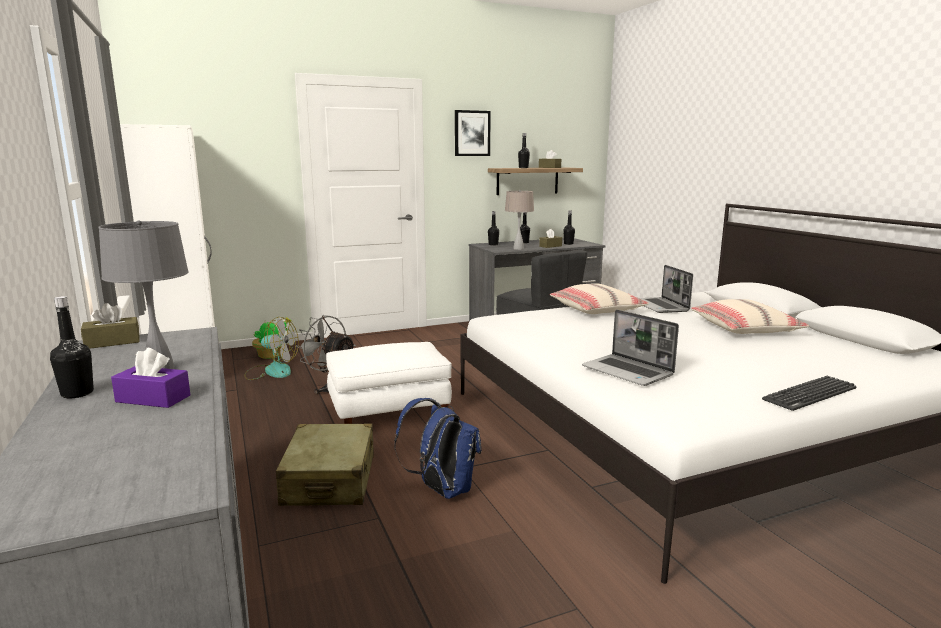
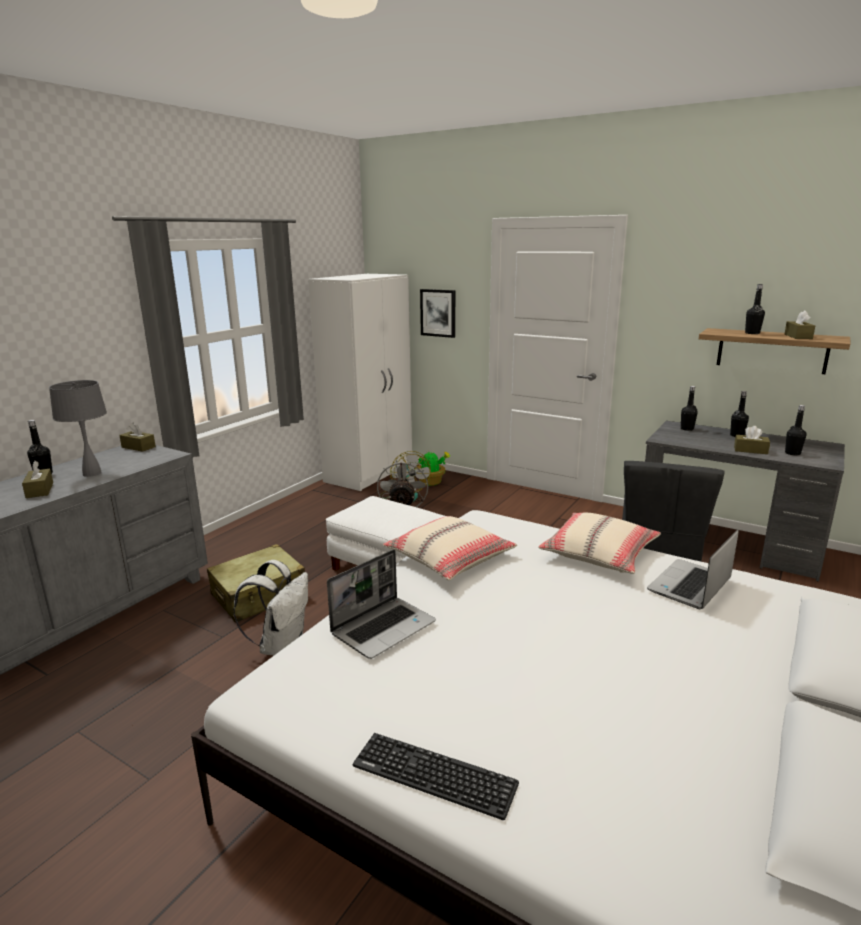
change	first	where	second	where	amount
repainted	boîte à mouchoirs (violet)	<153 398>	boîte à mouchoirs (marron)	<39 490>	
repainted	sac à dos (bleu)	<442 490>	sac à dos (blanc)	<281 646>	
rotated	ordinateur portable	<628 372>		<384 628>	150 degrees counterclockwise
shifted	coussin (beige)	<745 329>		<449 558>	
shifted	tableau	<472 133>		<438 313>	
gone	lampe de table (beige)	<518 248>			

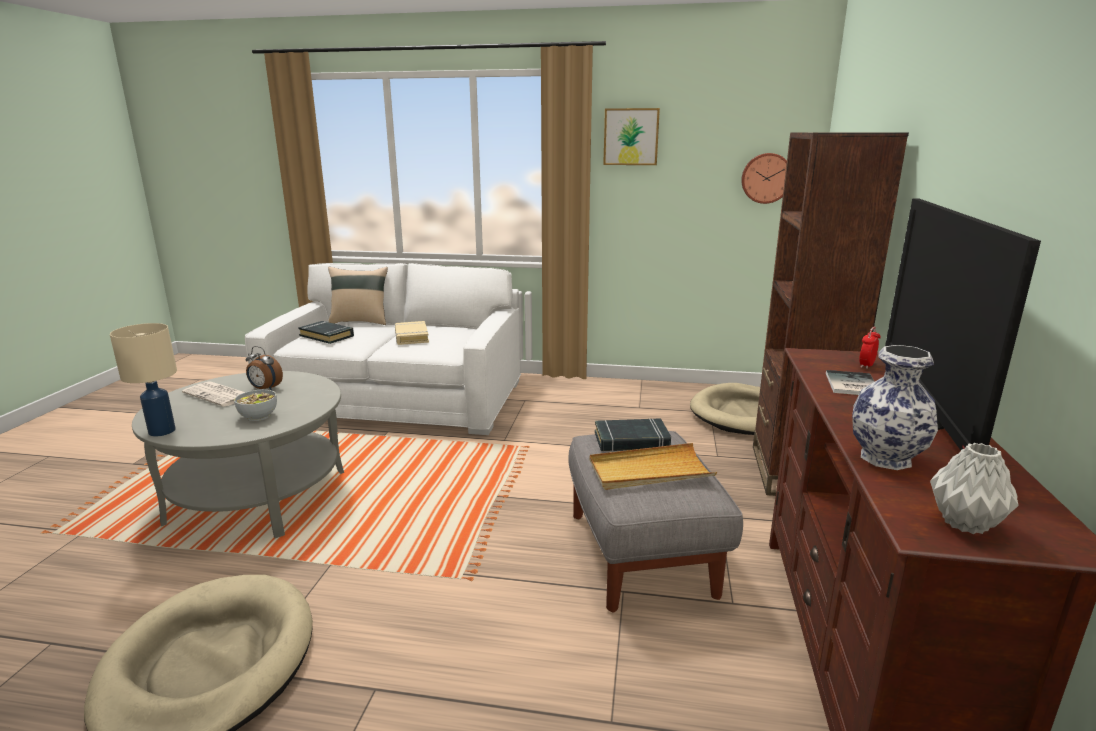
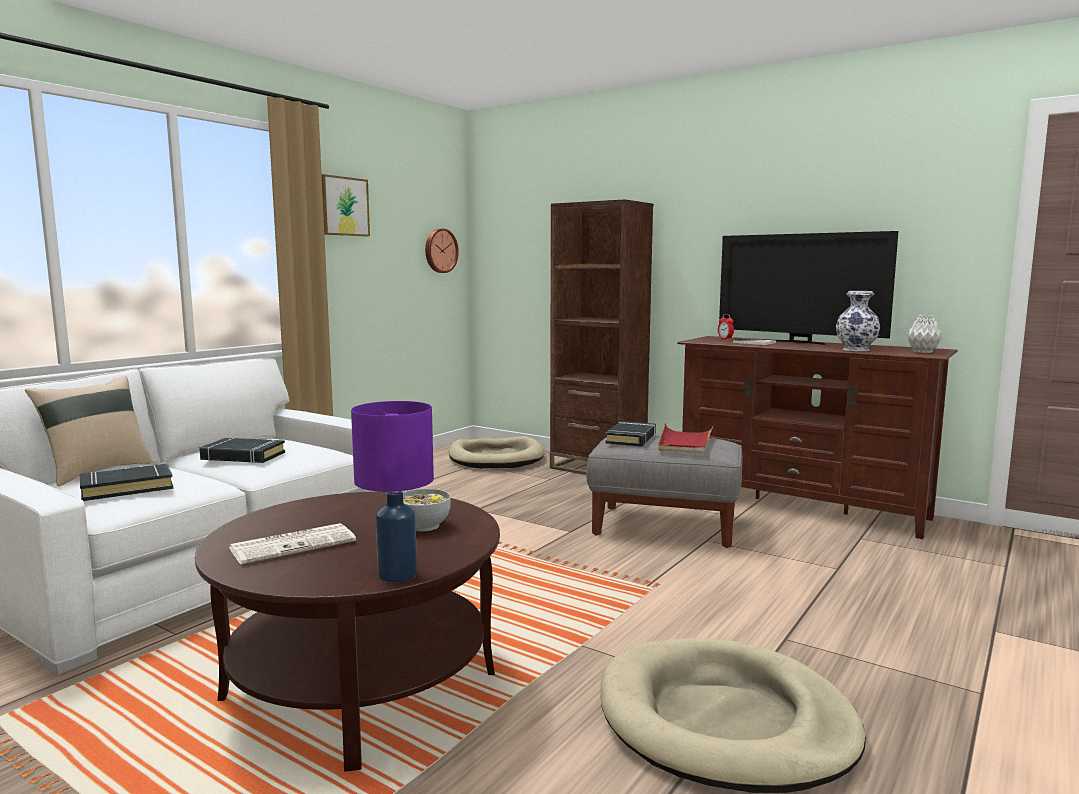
change	first	where	second	where	amount
repainted	table basse (gris)	<258 496>	table basse (marron)	<361 684>	
repainted	livre (beige)	<411 337>	livre (noir)	<243 456>	
repainted	lampe de table (beige)	<163 431>	lampe de table (violet)	<398 574>	
repainted	plateau (beige)	<649 471>	plateau (rouge)	<685 442>	
gone	réveil	<265 389>			

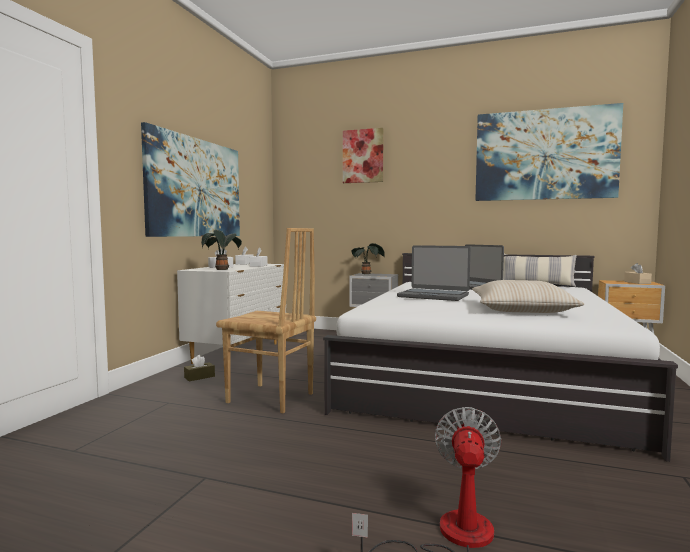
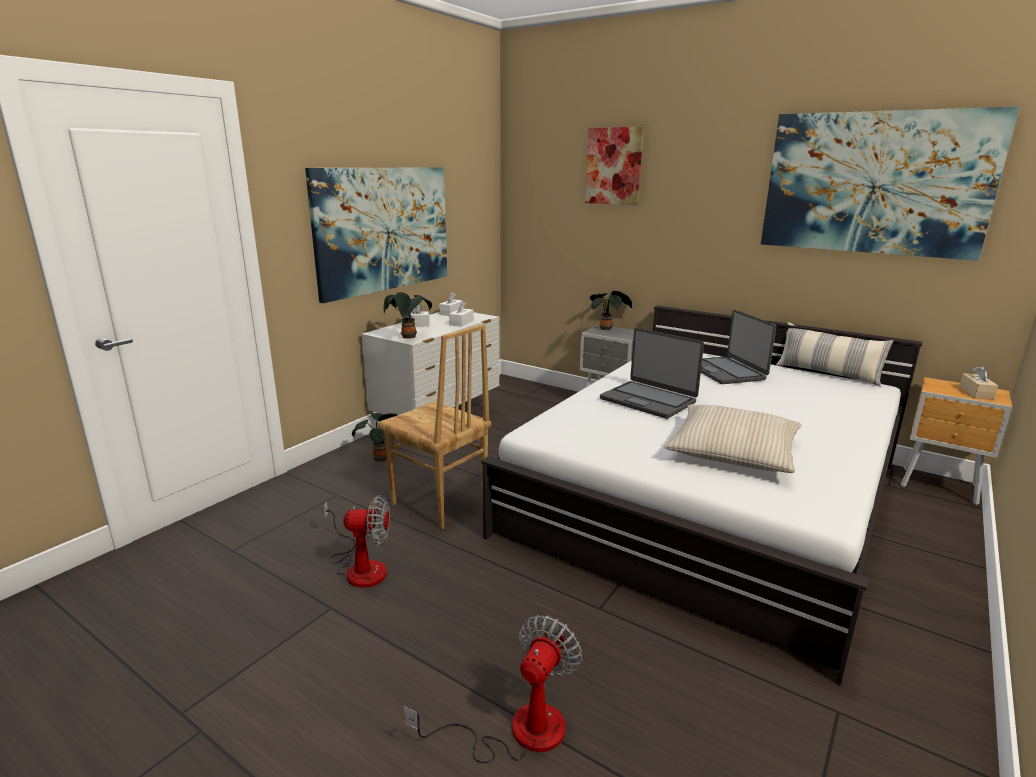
change	first	where	second	where	amount
new			ventilateur	<360 567>	
swapped	boîte à mouchoirs (marron)	<199 377>	plante en pot	<381 458>	

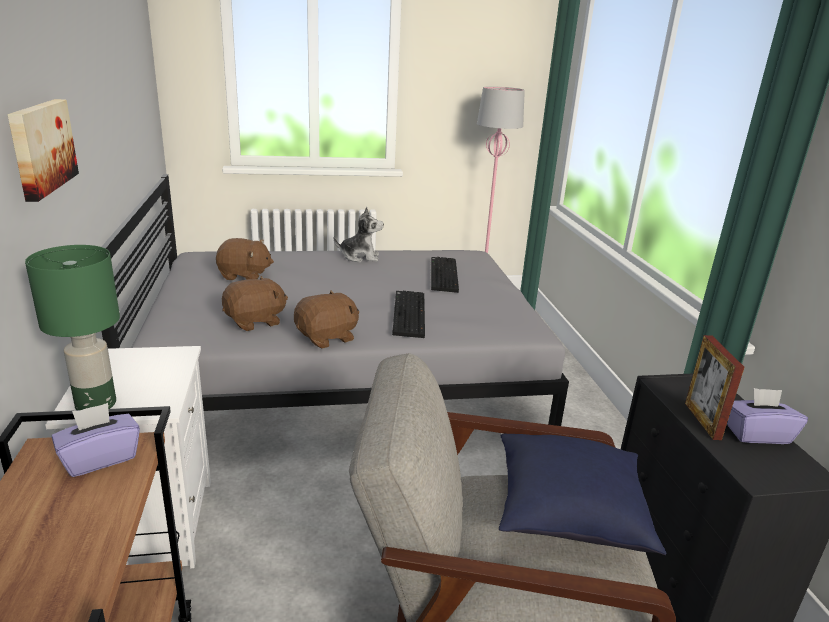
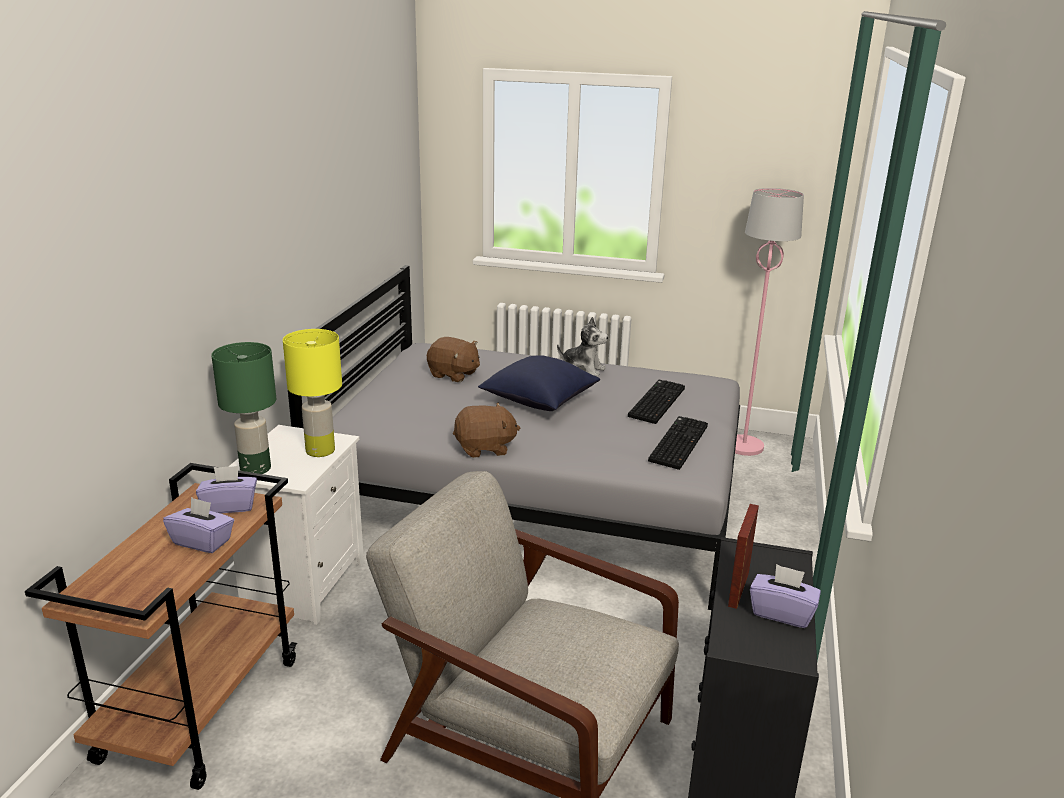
change	first	where	second	where	amount
new			boîte à mouchoirs (violet)	<202 541>	
new			lampe de table (jaune)	<320 451>	
shifted	coussin (bleu)	<568 513>		<539 400>	
shifted	clavier	<407 314>		<677 443>	
gone	tableau	<40 147>			
gone	peluche (marron)	<255 321>			

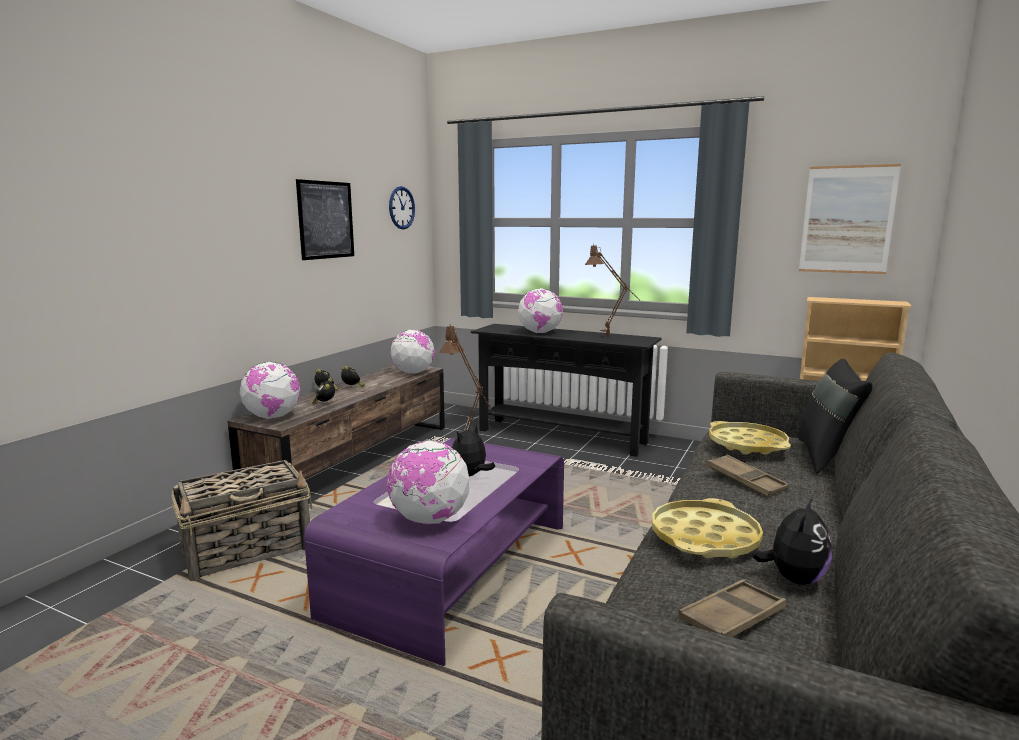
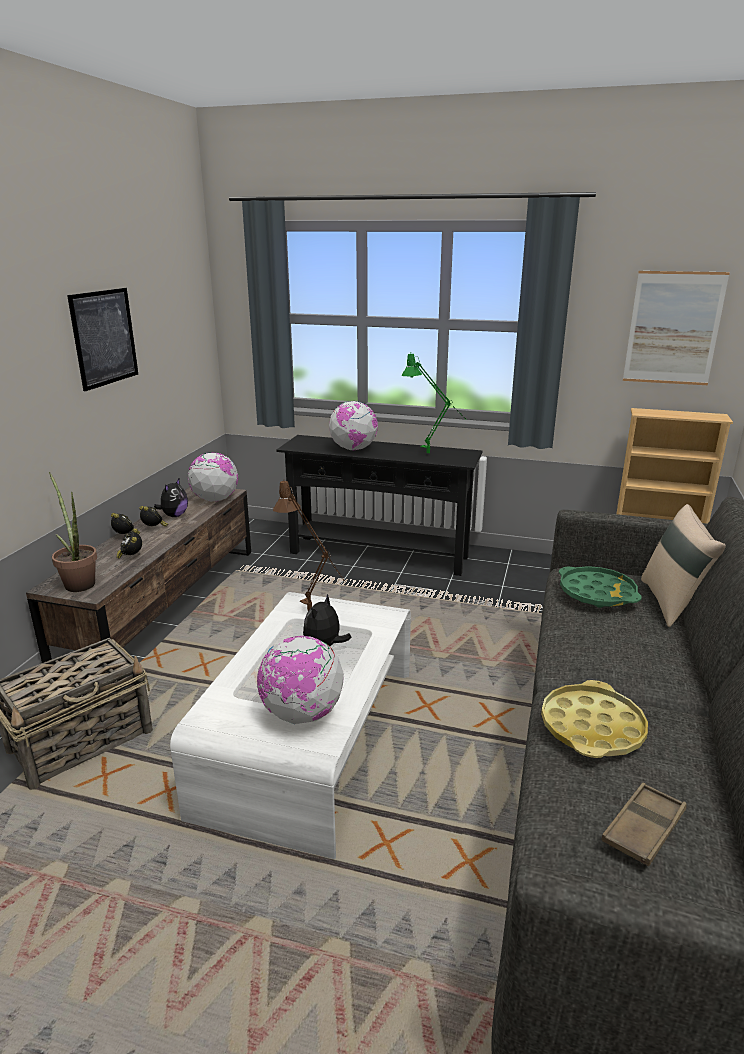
change	first	where	second	where	amount
swapped	globe	<273 417>	plante en pot	<78 582>	
shifted	peluche	<793 578>		<174 515>	
repainted	table basse (violet)	<452 568>	table basse (blanc)	<311 739>	
repainted	lampe de table (marron)	<611 338>	lampe de table (vert)	<432 455>	
repainted	plateau (jaune)	<747 444>	plateau (vert)	<597 593>	
repainted	coussin (noir)	<827 457>	coussin (beige)	<672 603>	
gone	horloge murale	<401 208>			
gone	plateau (marron)	<745 480>			

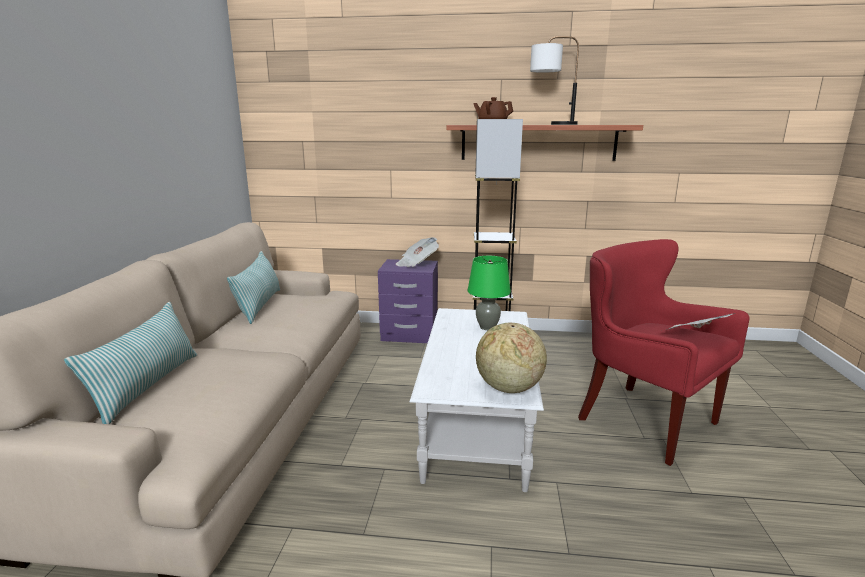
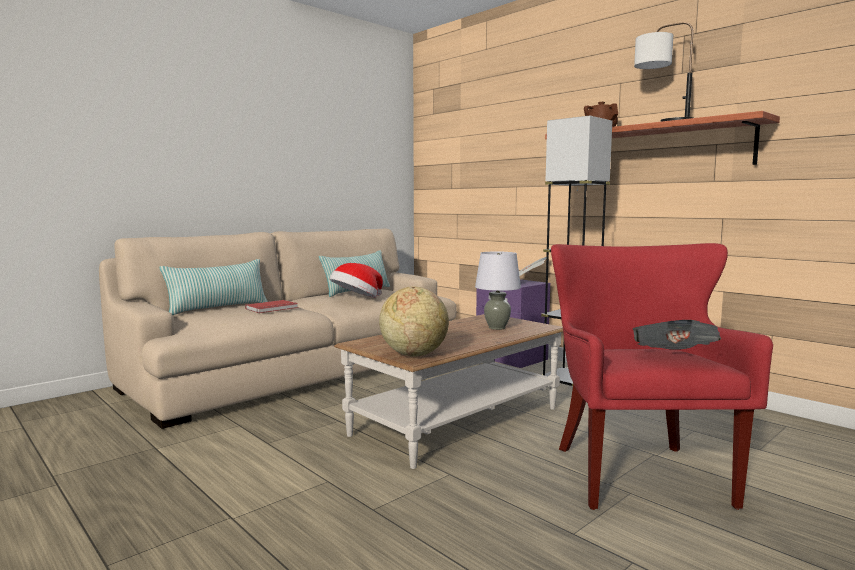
change	first	where	second	where	amount
new			livre (rouge)	<272 308>	
new			chapeau	<356 299>	
repainted	table basse (blanc)	<476 422>	table basse (marron)	<457 421>	
repainted	lampe de table (vert)	<487 327>	lampe de table (gris)	<496 328>	

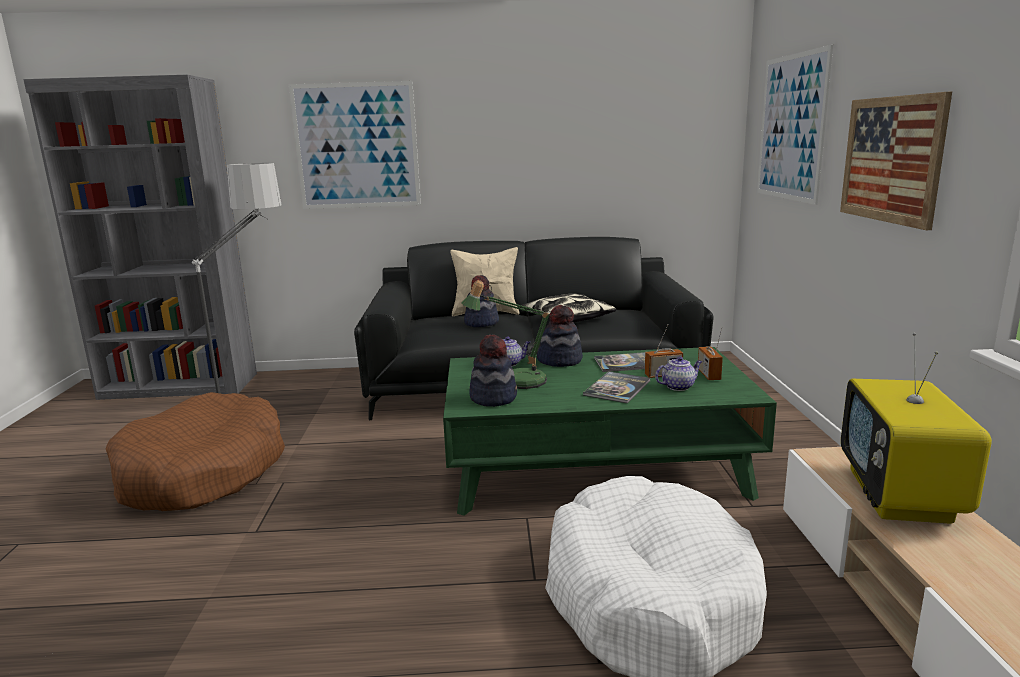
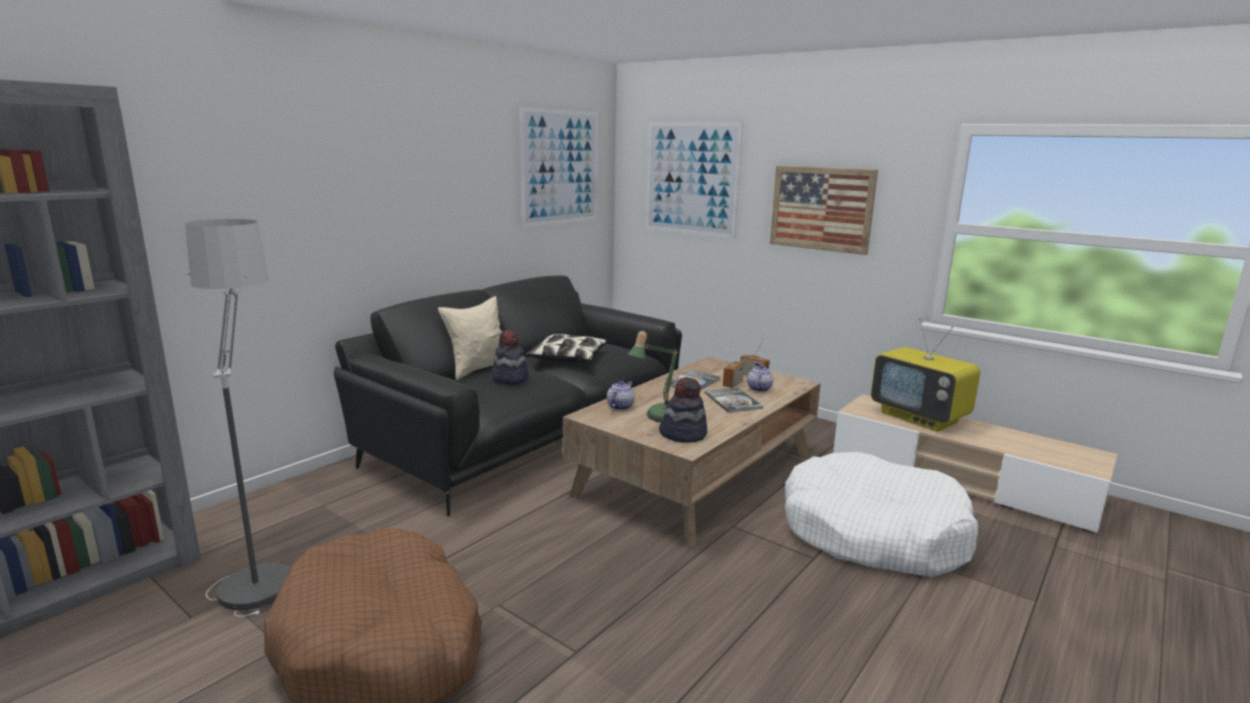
change	first	where	second	where	amount
shifted	tableau	<356 146>		<560 167>	
repainted	table basse (vert)	<596 465>	table basse (marron)	<698 473>	
gone	chapeau	<560 360>			

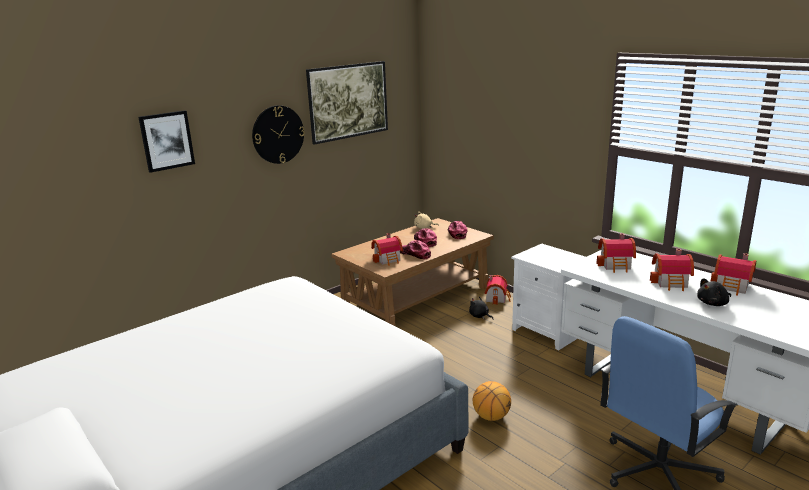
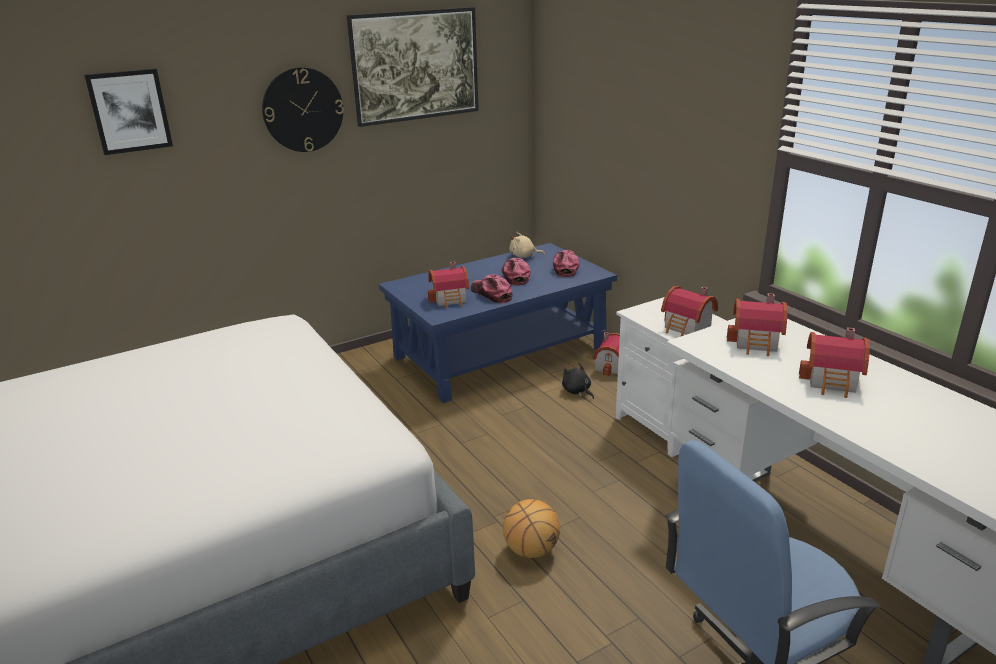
change	first	where	second	where	amount
repainted	table basse (marron)	<416 297>	table basse (bleu)	<499 353>	
shifted	maison miniature	<733 287>		<687 328>	
gone	peluche (noir)	<713 303>			

